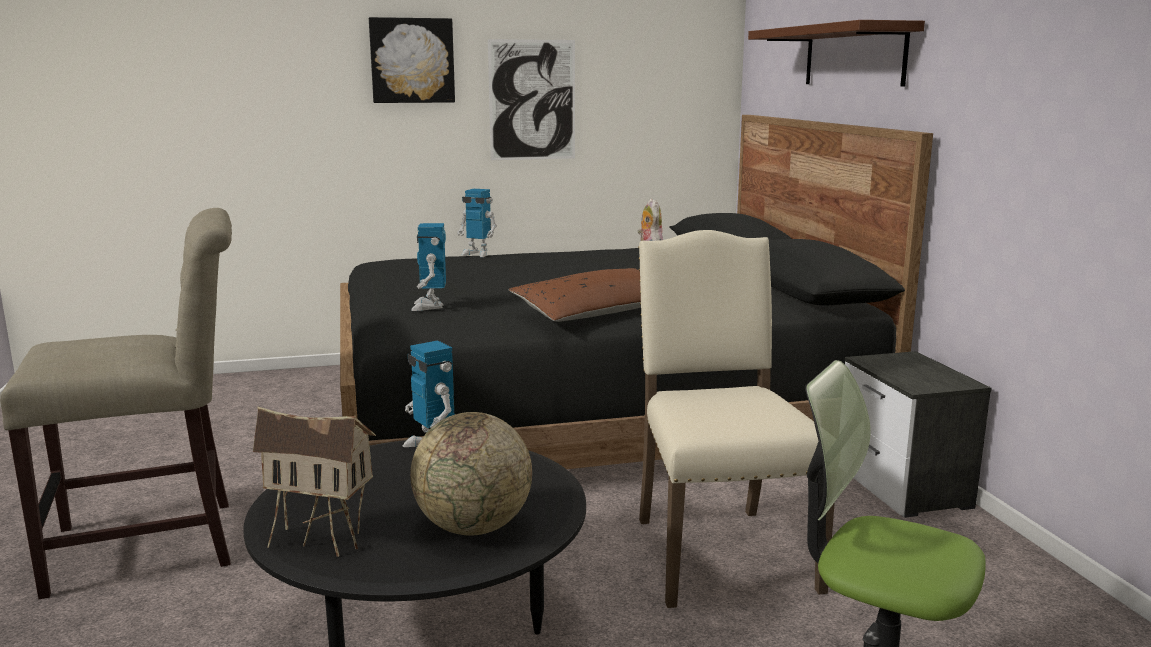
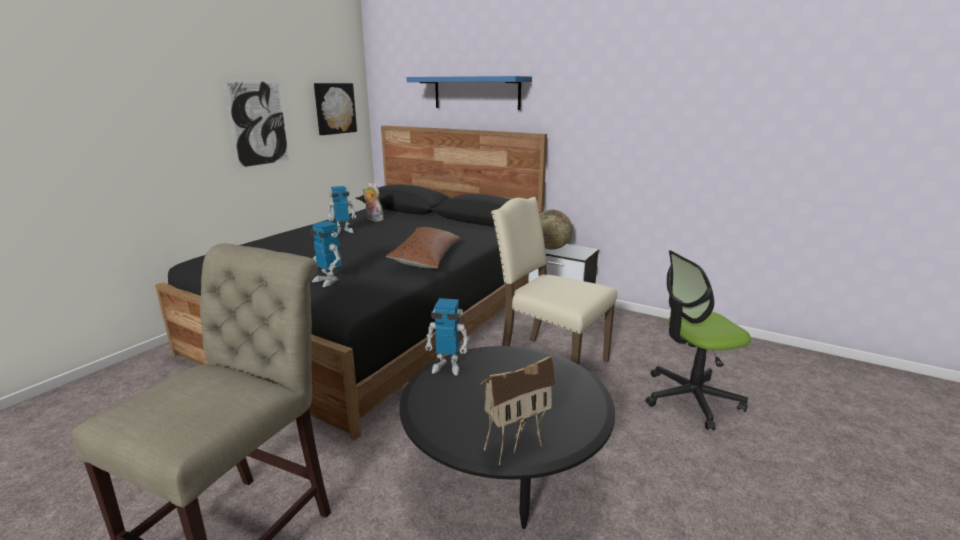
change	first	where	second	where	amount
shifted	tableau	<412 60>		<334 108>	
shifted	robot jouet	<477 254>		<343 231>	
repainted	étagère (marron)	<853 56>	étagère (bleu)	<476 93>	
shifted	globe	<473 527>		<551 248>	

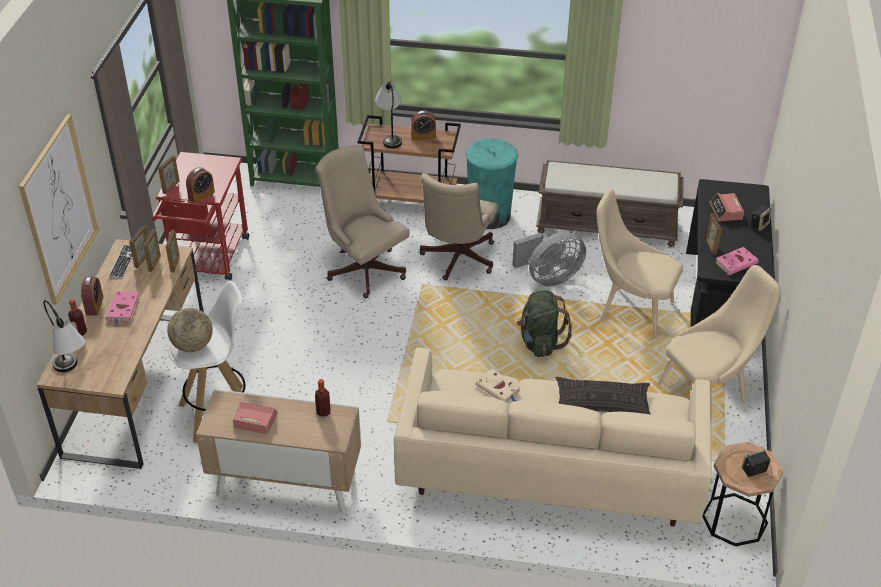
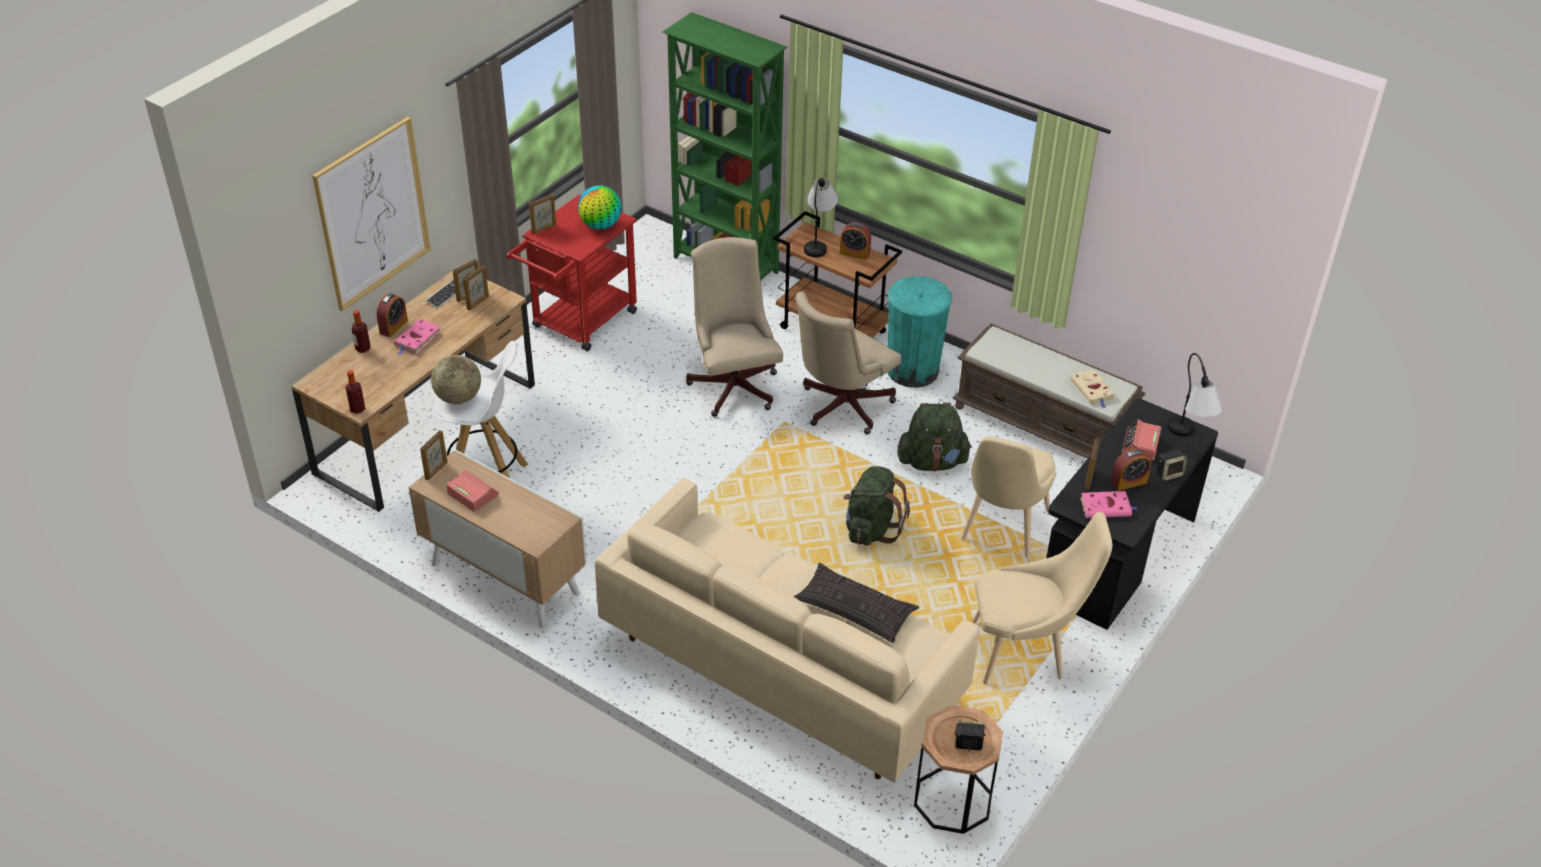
change	first	where	second	where	amount
shifted	bouteille	<323 412>		<357 409>	
shifted	cadre photo	<175 264>		<436 470>	
new			globe	<601 225>	
swapped	ventilateur (gris)	<549 278>	sac à dos (vert)	<932 462>	
rotated	chaise (beige)	<631 310>		<1001 529>	120 degrees counterclockwise
shifted	livre (beige)	<499 389>		<1093 390>	
shifted	réveil	<201 195>		<1128 482>	
shifted	lampe de table	<72 373>		<1188 439>	

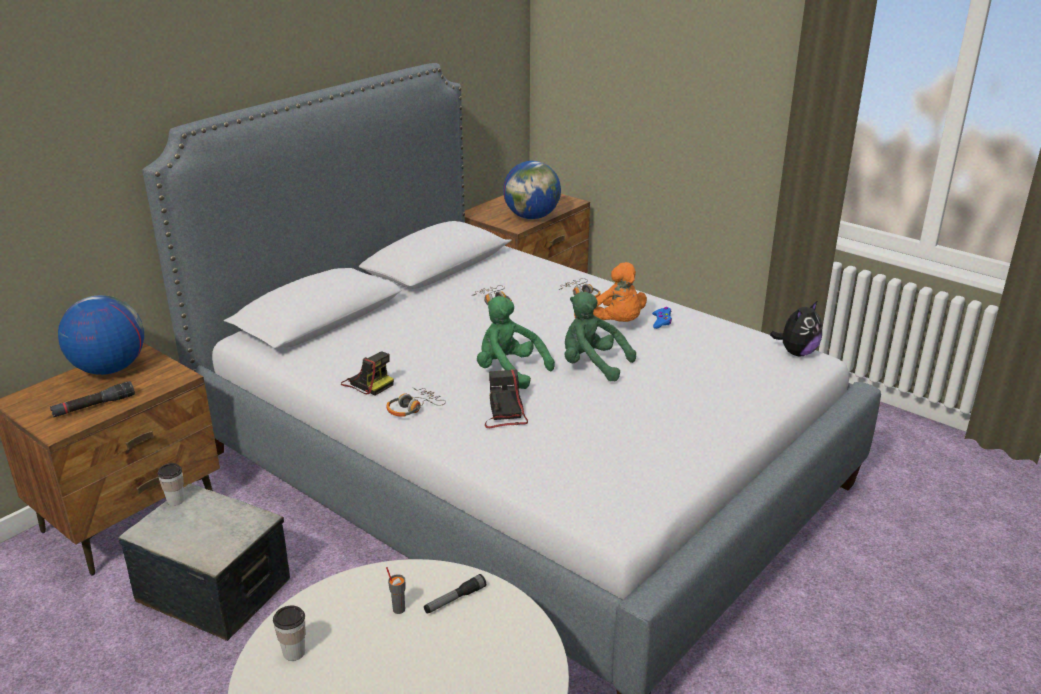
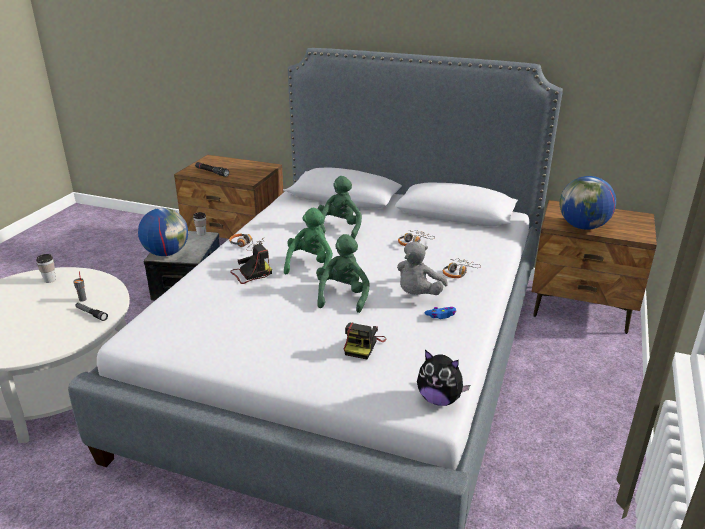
change	first	where	second	where	amount
shifted	globe	<109 369>		<166 253>	
new			peluche (vert)	<339 228>	
shifted	appareil photo	<367 383>		<363 345>	
repainted	peluche (orange)	<614 324>	peluche (gris)	<418 294>	

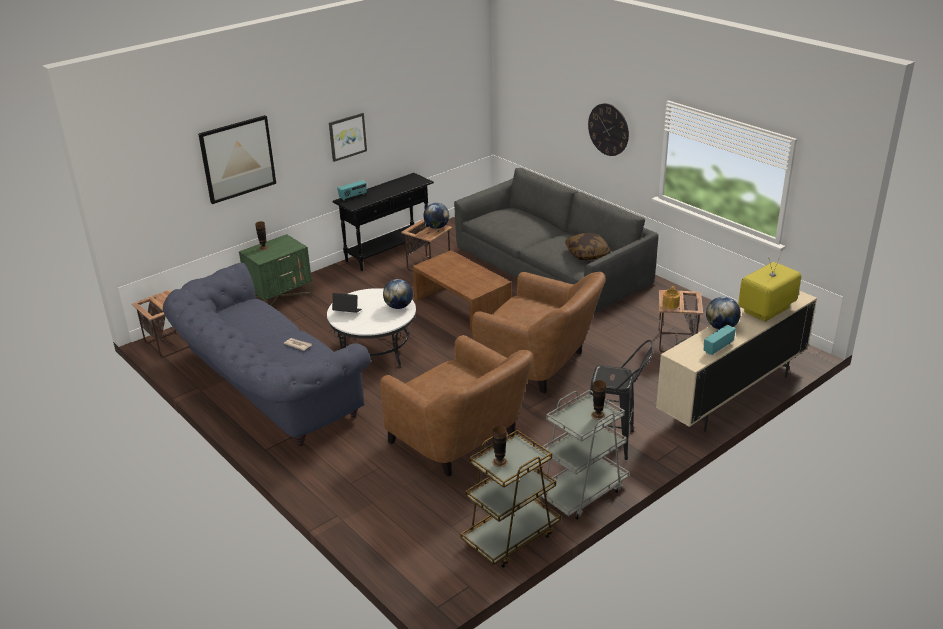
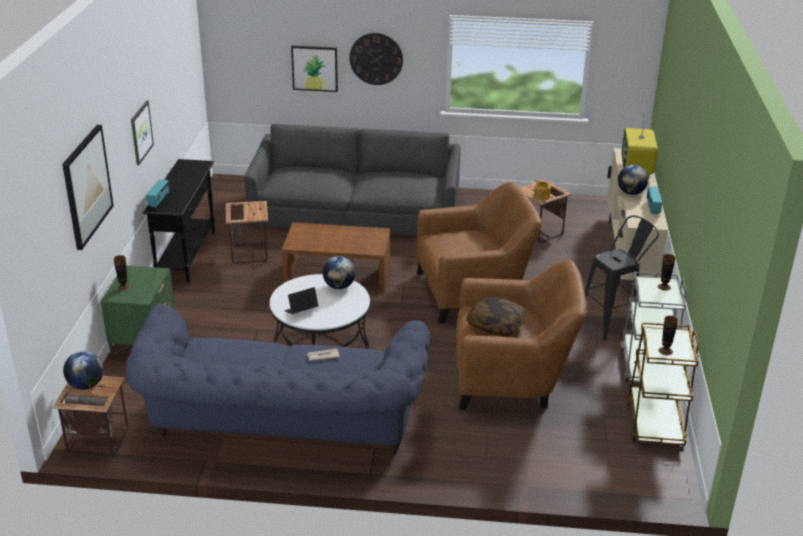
change	first	where	second	where	amount
shifted	globe	<436 227>		<86 385>	
new			tableau	<315 68>	
shifted	coussin	<587 254>		<496 325>	

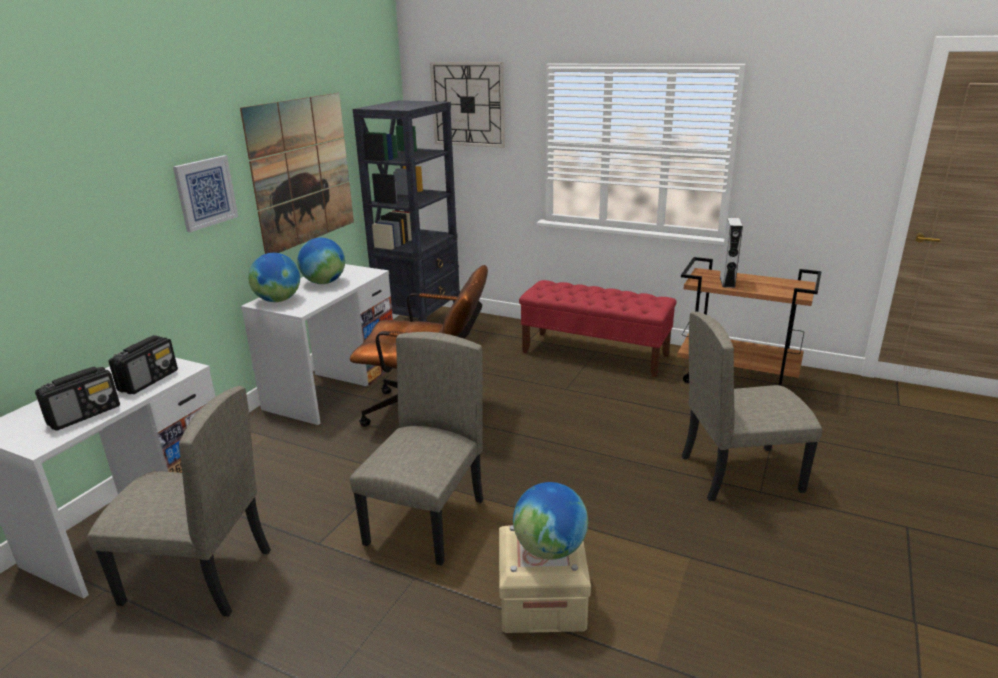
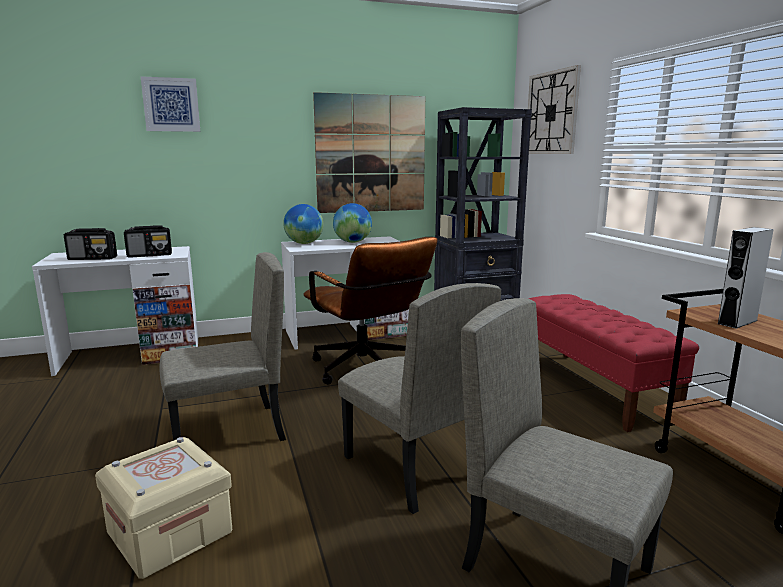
change	first	where	second	where	amount
shifted	tableau	<205 192>		<171 105>	
shifted	chaise (beige)	<197 577>		<411 468>	
gone	globe	<550 549>			

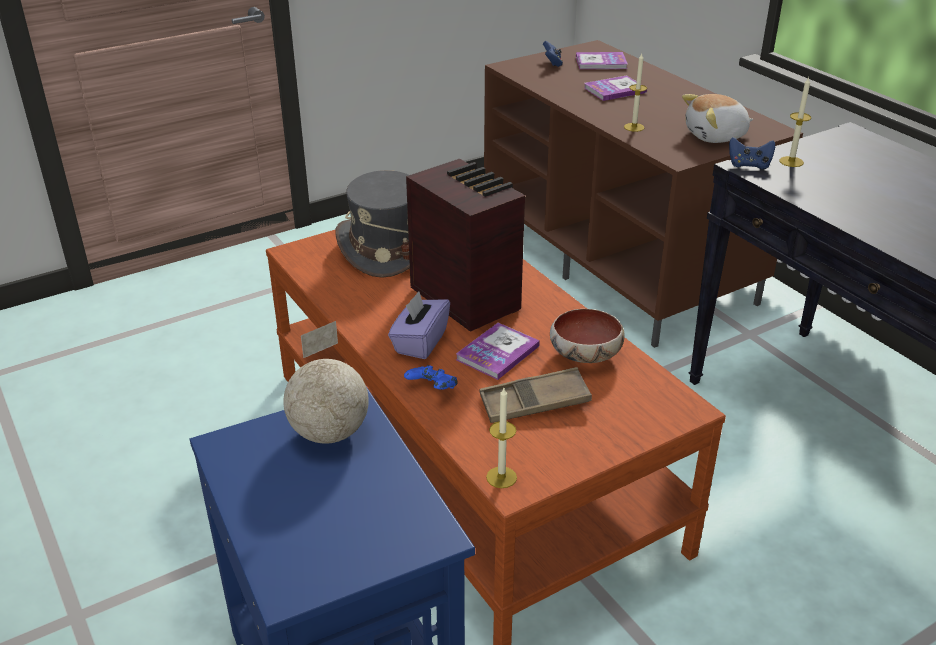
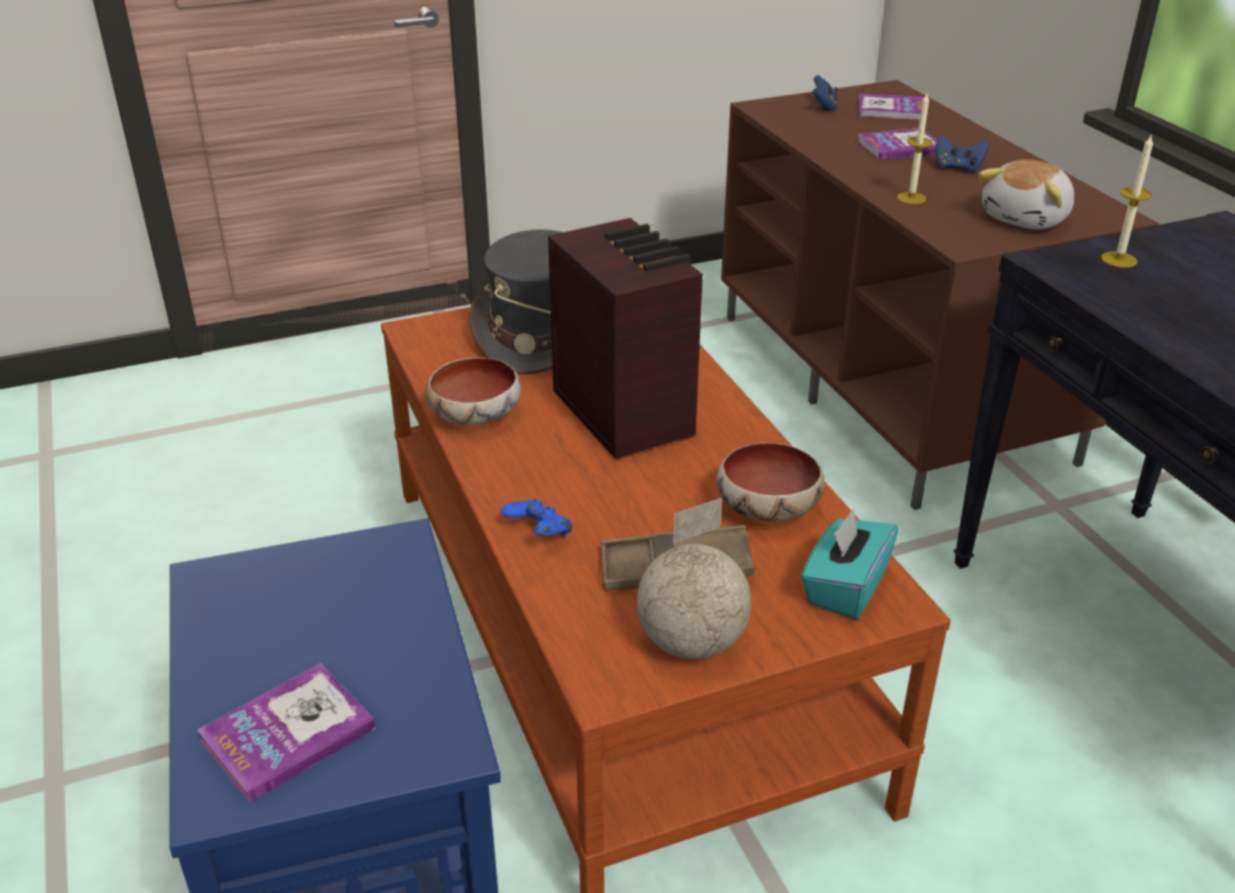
change	first	where	second	where	amount
shifted	livre	<497 353>		<288 734>	
new			bol	<476 415>	
shifted	globe	<330 433>		<693 643>	
new			boîte à mouchoirs (turquoise)	<845 588>	
shifted	manette (bleu)	<749 165>		<957 168>	
rotated	peluche	<716 136>		<1027 219>	45 degrees counterclockwise
gone	boîte à mouchoirs (violet)	<420 342>			
gone	bougie	<501 477>			

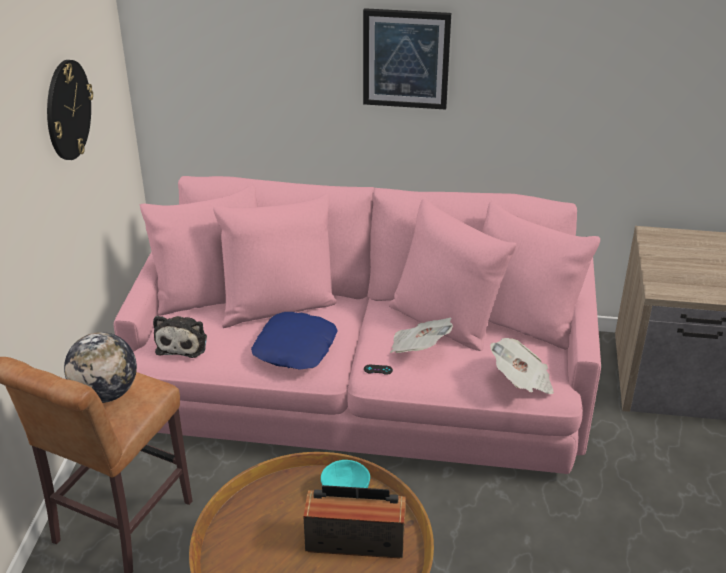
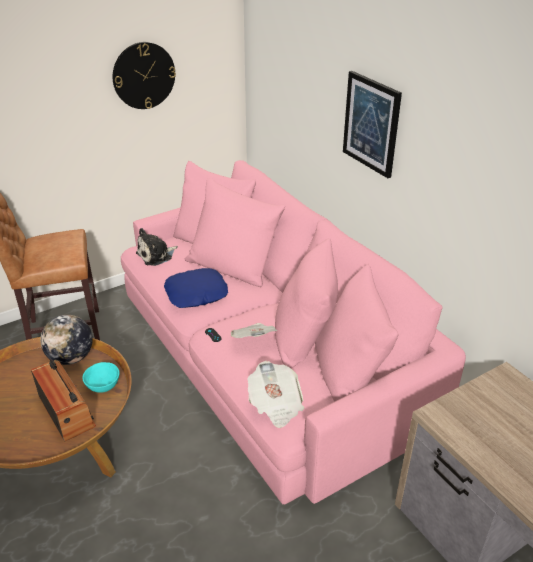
change	first	where	second	where	amount
shifted	globe	<106 393>		<71 358>	

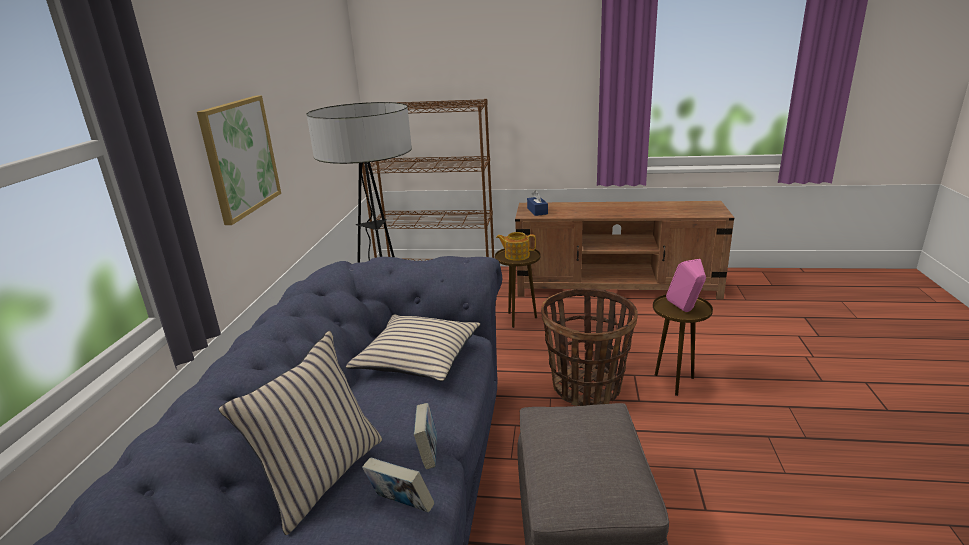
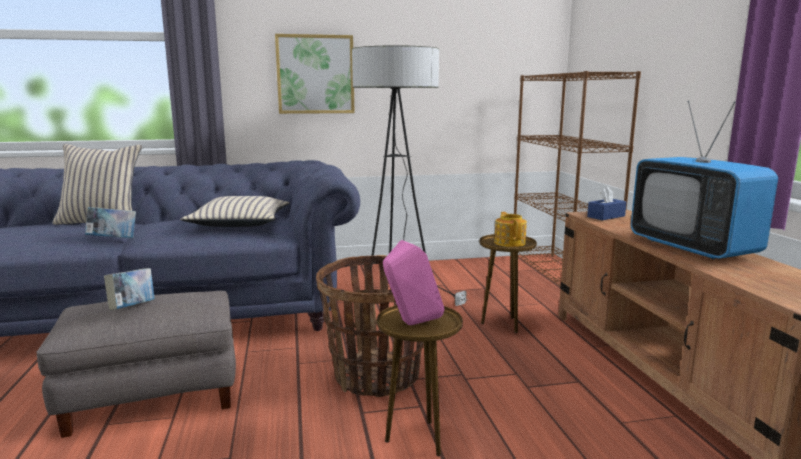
change	first	where	second	where	amount
shifted	livre	<401 505>		<133 308>	
new			téléviseur	<692 248>	

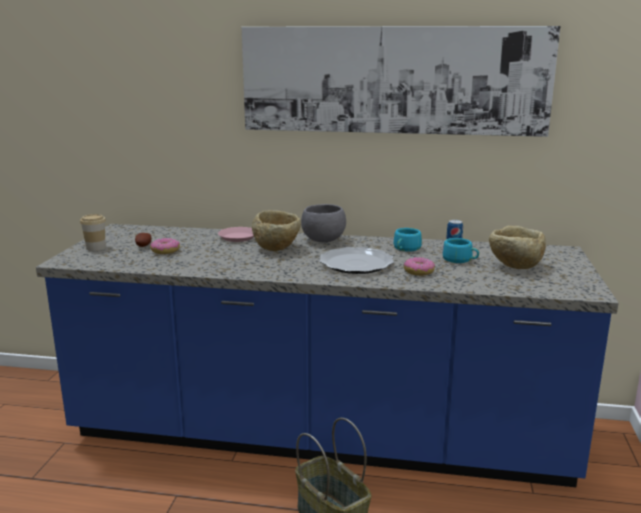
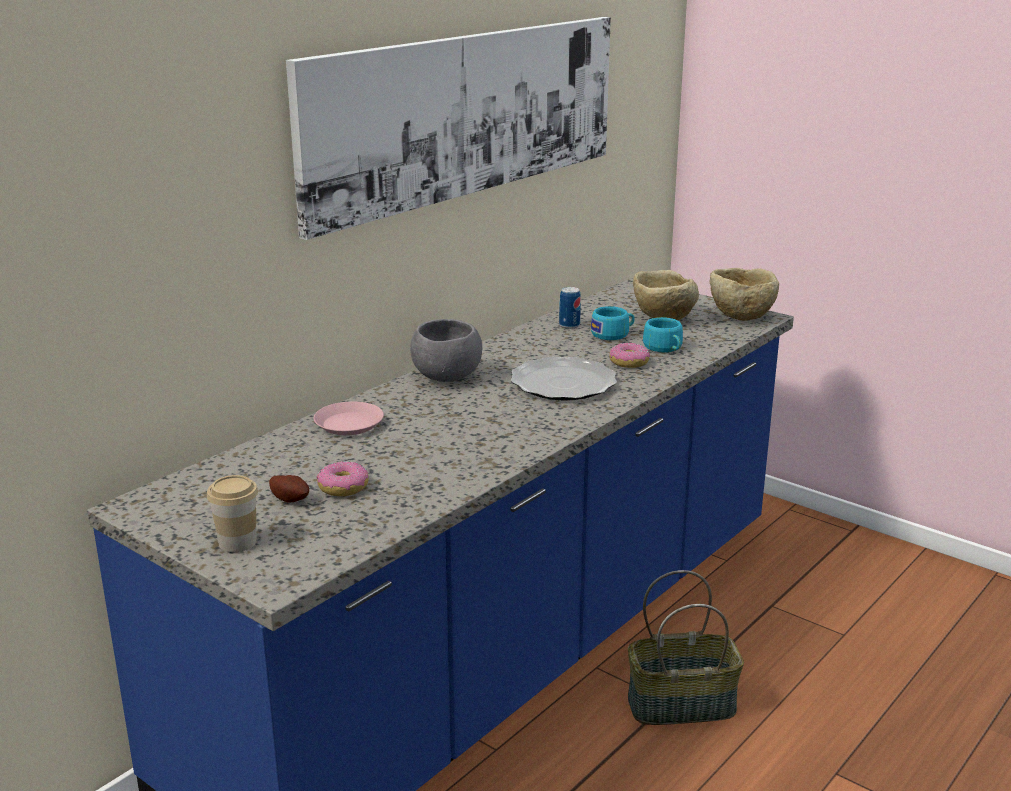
change	first	where	second	where	amount
shifted	tasse (turquoise)	<405 249>		<665 348>	
shifted	bol (beige)	<277 248>		<740 316>	

